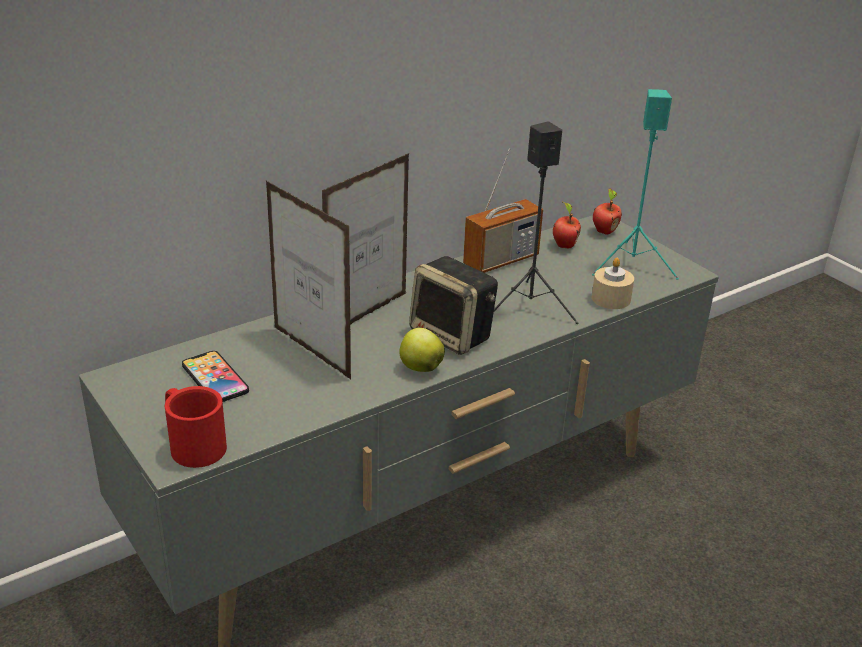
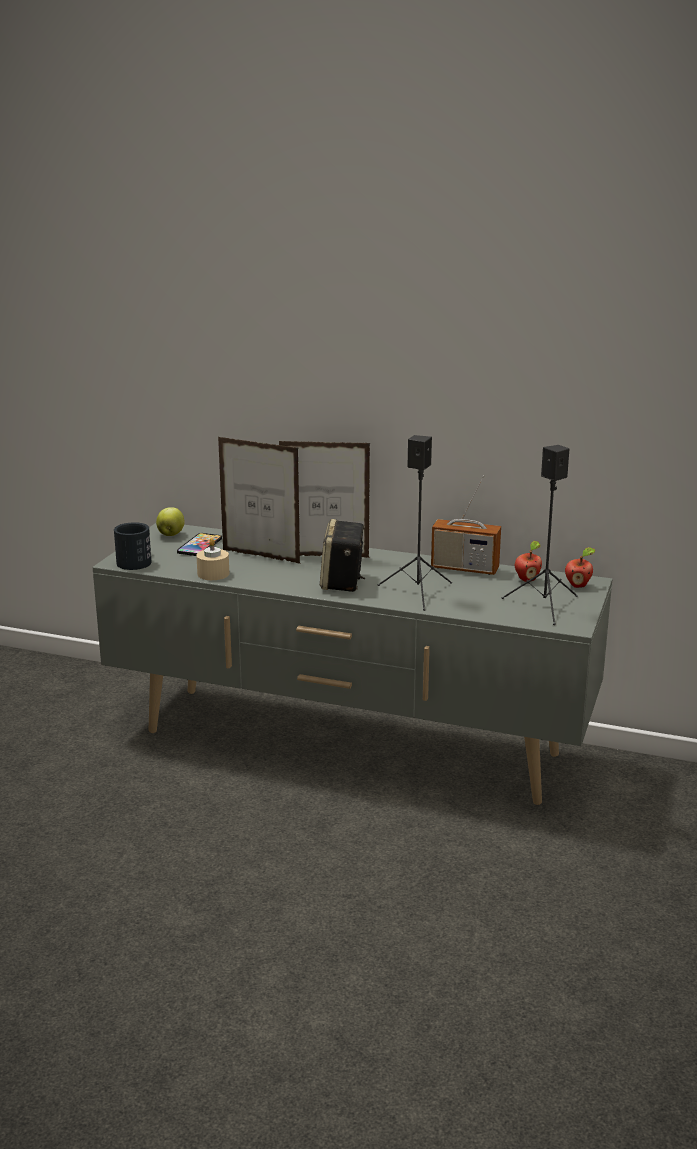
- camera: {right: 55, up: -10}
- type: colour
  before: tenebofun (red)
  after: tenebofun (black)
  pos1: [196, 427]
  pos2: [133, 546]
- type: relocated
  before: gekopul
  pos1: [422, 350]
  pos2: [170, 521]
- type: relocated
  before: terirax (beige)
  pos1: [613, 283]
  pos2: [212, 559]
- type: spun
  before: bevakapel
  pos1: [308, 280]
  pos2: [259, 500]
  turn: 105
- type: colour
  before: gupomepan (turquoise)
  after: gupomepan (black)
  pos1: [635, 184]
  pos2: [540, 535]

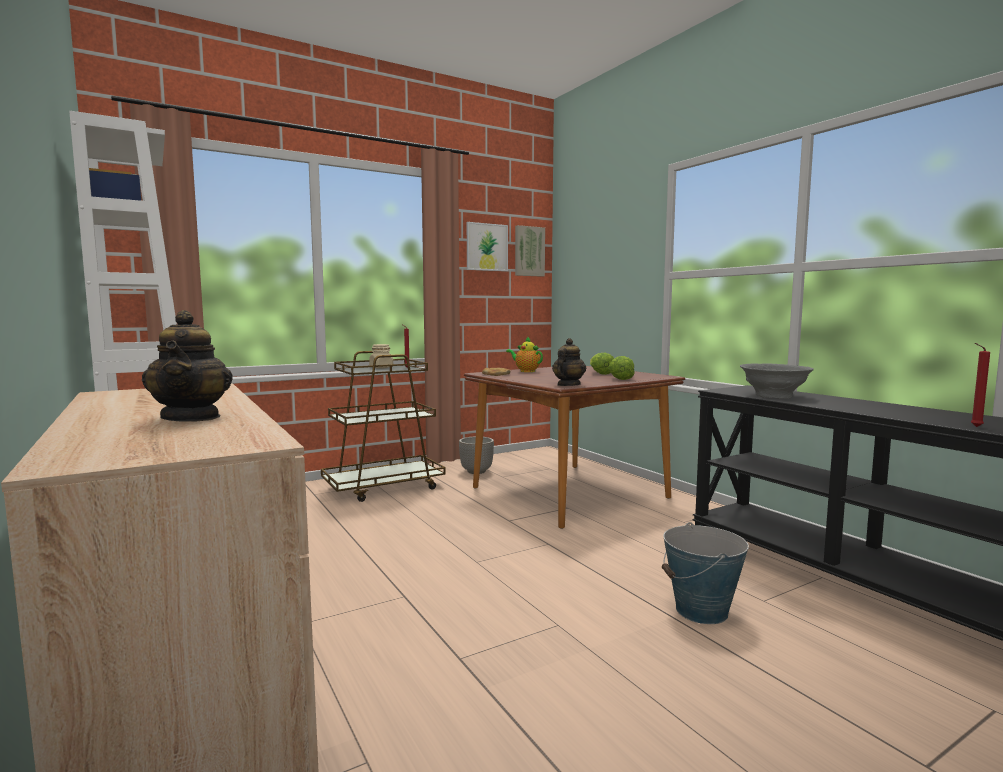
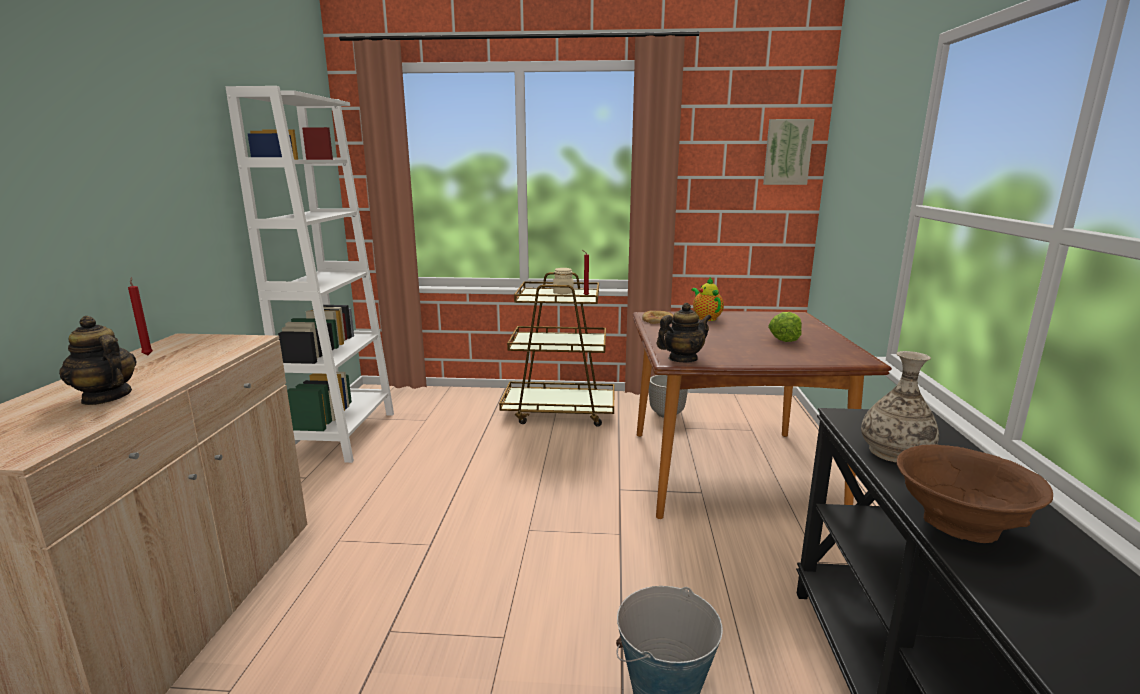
- camera: {right: 35, up: 10}
- type: spun
  before: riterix
  pos1: [187, 366]
  pos2: [97, 360]
  turn: 105
- type: relocated
  before: terirax (red)
  pos1: [980, 385]
  pos2: [140, 316]
- type: exchanged
  before: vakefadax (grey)
  after: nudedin
  pos1: [777, 381]
  pos2: [900, 407]
- type: appeared
  after: vakefadax (brown)
  pos2: [975, 493]
- type: missing
  before: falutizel
  pos1: [487, 246]
- type: missing
  before: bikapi
  pos1: [621, 368]

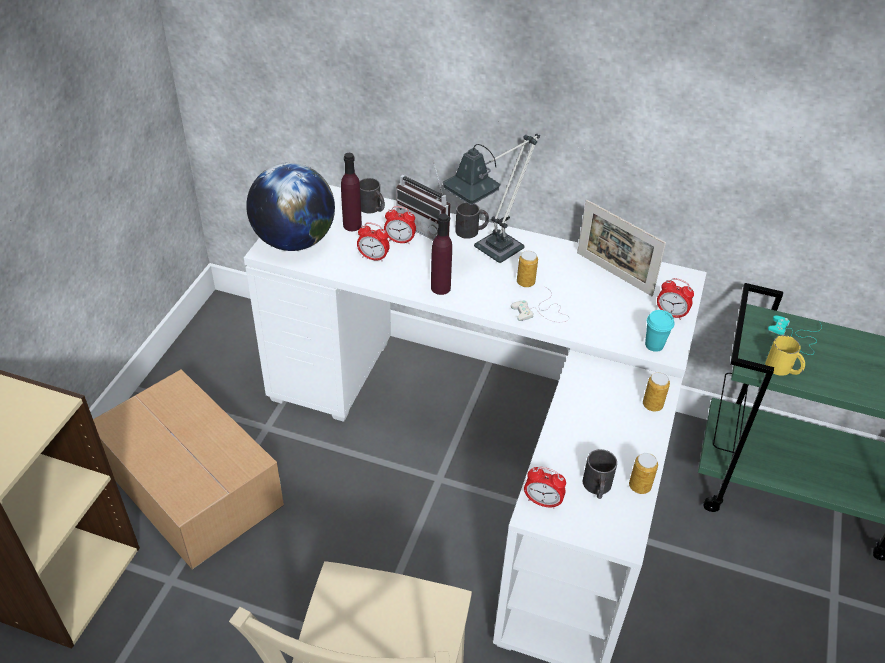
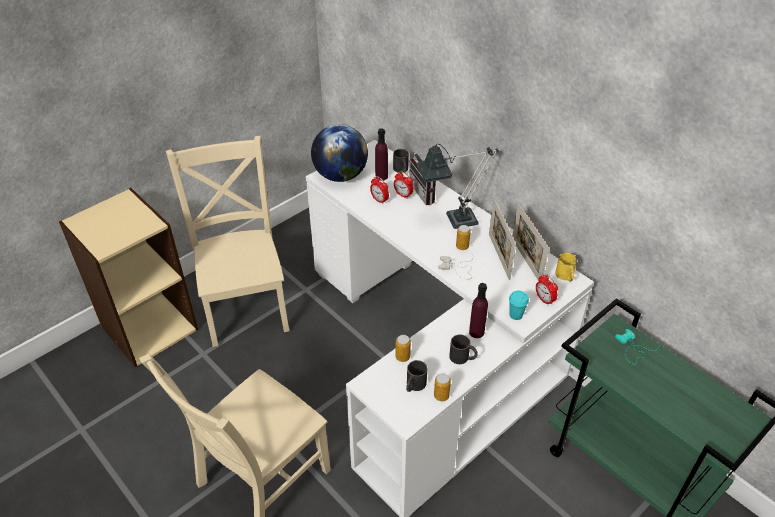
- camera: {right: 30, up: 0}
- type: exchanged
  before: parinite
  after: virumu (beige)
  pos1: [188, 469]
  pos2: [228, 241]
- type: relocated
  before: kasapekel
  pos1: [656, 392]
  pos2: [403, 348]
- type: relocated
  before: tenebofun (black)
  pos1: [472, 220]
  pos2: [463, 349]
- type: relocated
  before: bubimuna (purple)
  pos1: [441, 254]
  pos2: [478, 310]
- type: appeared
  after: bevakapel
  pos2: [502, 239]
- type: relocated
  before: tenebofun (yellow)
  pos1: [785, 355]
  pos2: [566, 267]
- type: missing
  before: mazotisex
  pos1: [545, 488]

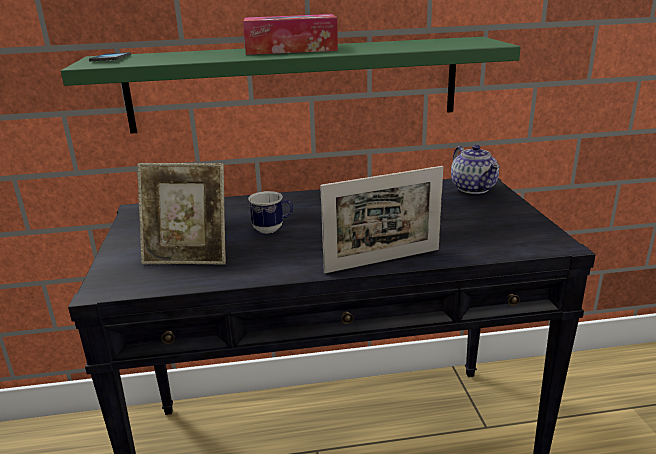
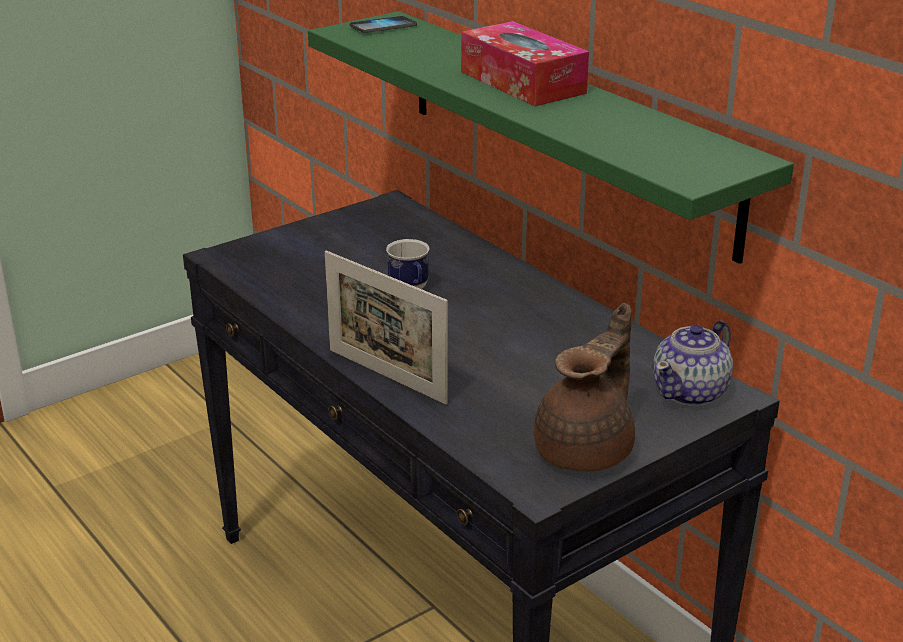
- camera: {right: 60, up: 5}
- type: appeared
  after: riterix (brown)
  pos2: [584, 387]
- type: missing
  before: bevakapel
  pos1: [181, 214]

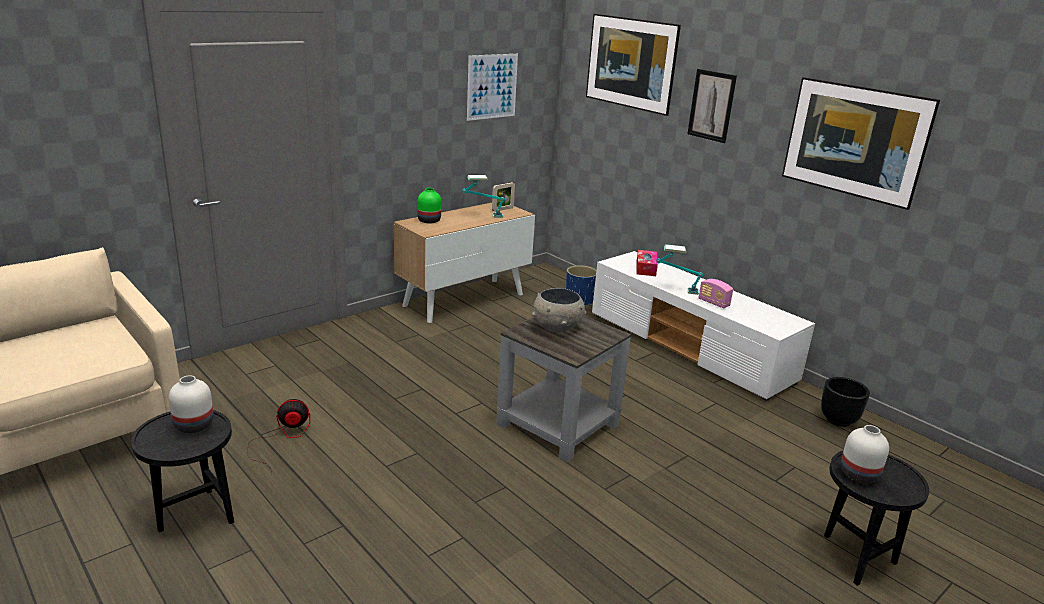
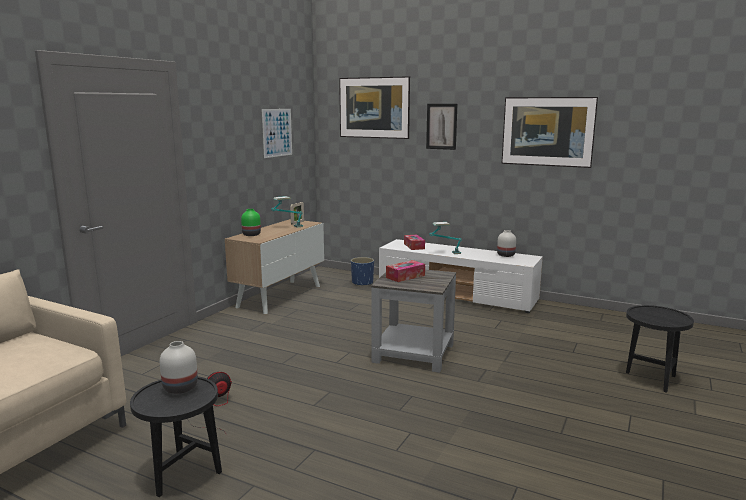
- camera: {right: -20, up: -10}
- type: exchanged
  before: vakefadax (grey)
  after: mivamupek
  pos1: [559, 310]
  pos2: [405, 271]
- type: relocated
  before: nudedin (white)
  pos1: [865, 454]
  pos2: [506, 243]
- type: missing
  before: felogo
  pos1: [715, 293]
- type: missing
  before: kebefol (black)
  pos1: [845, 402]

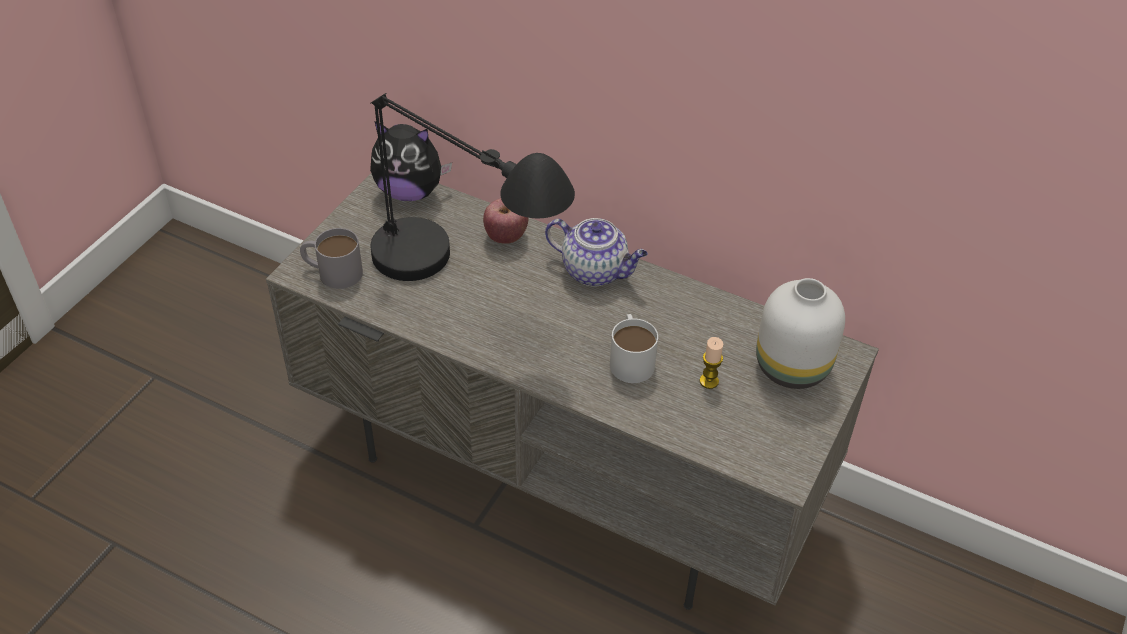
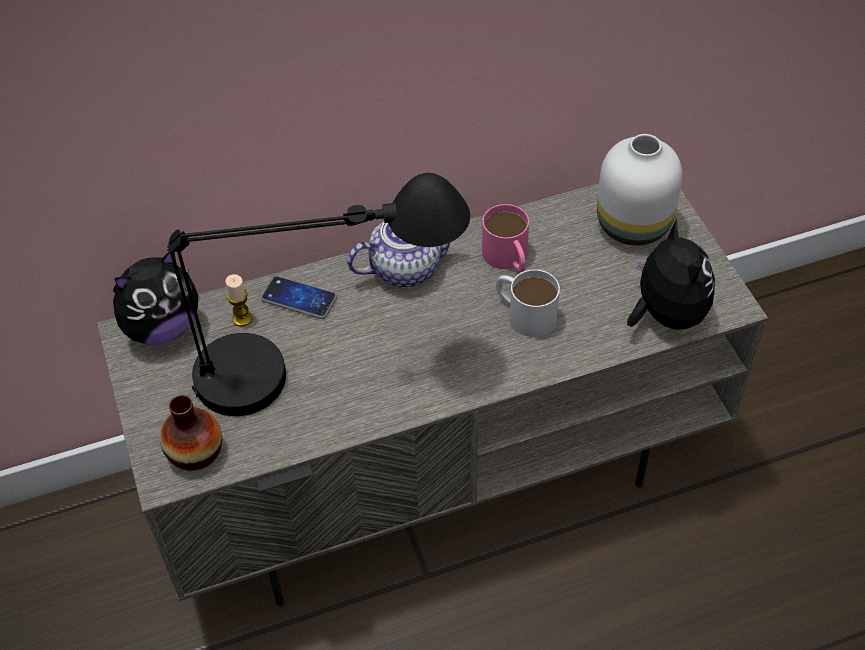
- camera: {right: -45, up: 5}
- type: exchanged
  before: tenebofun (grey)
  after: nudedin
  pos1: [331, 258]
  pos2: [191, 433]
- type: relocated
  before: terirax
  pos1: [711, 363]
  pos2: [239, 300]
- type: exchanged
  before: gekopul
  after: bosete
  pos1: [505, 221]
  pos2: [299, 297]
- type: appeared
  after: tenebofun (pink)
  pos2: [505, 238]
- type: appeared
  after: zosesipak
  pos2: [671, 274]

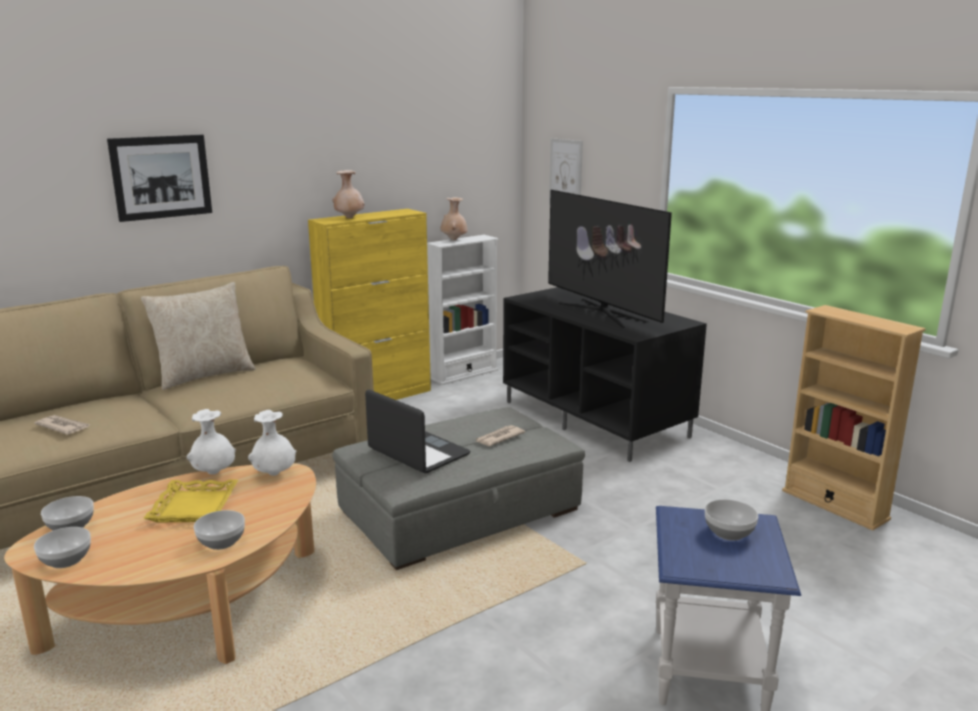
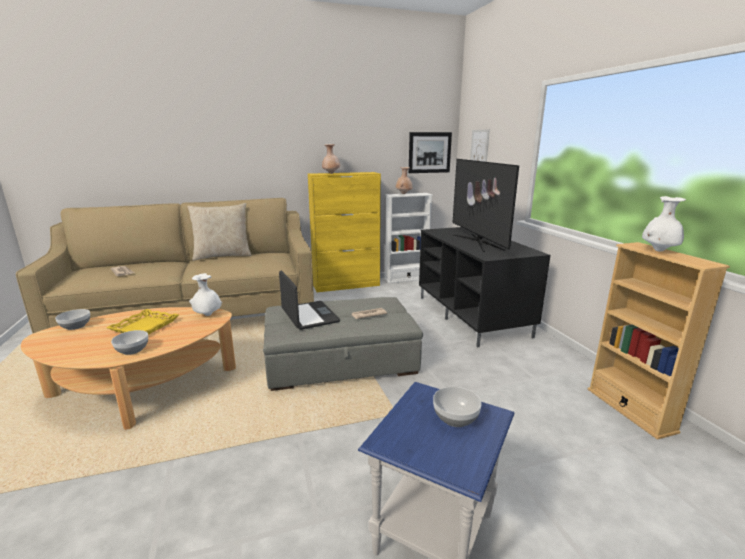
- camera: {right: 20, up: 0}
- type: relocated
  before: falutizel
  pos1: [159, 178]
  pos2: [430, 152]
- type: relocated
  before: nudedin (white)
  pos1: [211, 442]
  pos2: [664, 223]
- type: missing
  before: vakefadax
  pos1: [62, 547]

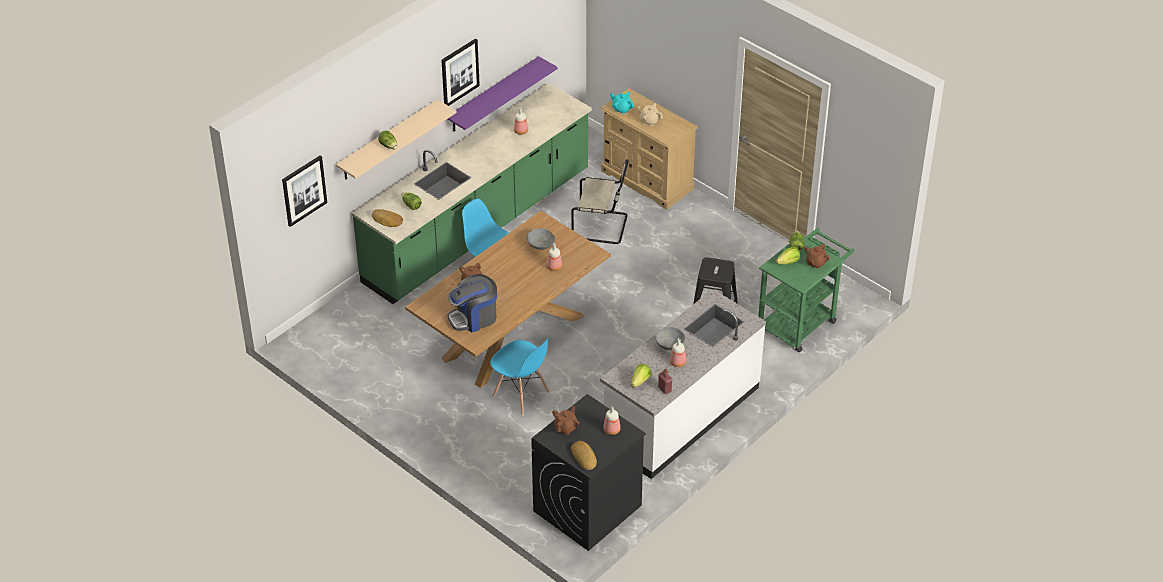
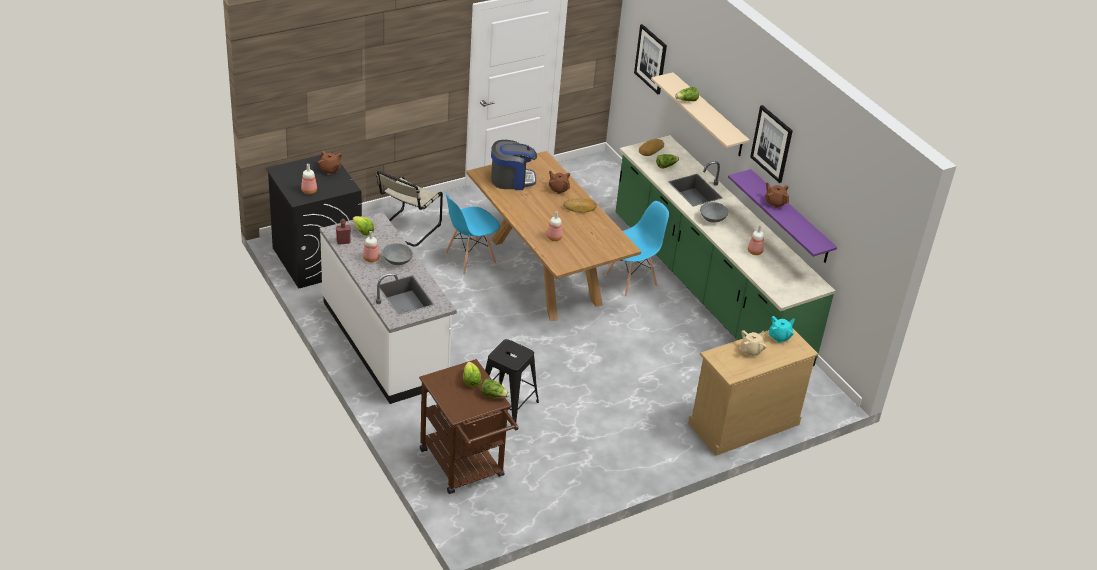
- camera: {right: 105, up: -5}
- type: relocated
  before: virumu (beige)
  pos1: [600, 201]
  pos2: [409, 209]
- type: colour
  before: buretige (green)
  after: buretige (brown)
  pos1: [806, 290]
  pos2: [468, 426]
- type: spun
  before: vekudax
  pos1: [472, 303]
  pos2: [514, 165]
  turn: 90
- type: relocated
  before: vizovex
  pos1: [584, 455]
  pos2: [580, 205]
- type: relocated
  before: vakefadax (grey)
  pos1: [541, 239]
  pos2: [714, 212]
- type: relocated
  before: riterix (brown)
  pos1: [817, 256]
  pos2: [777, 195]

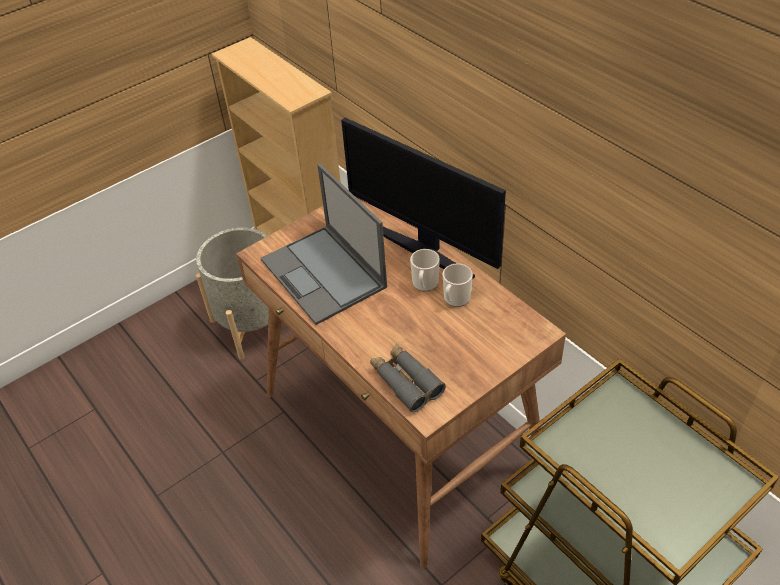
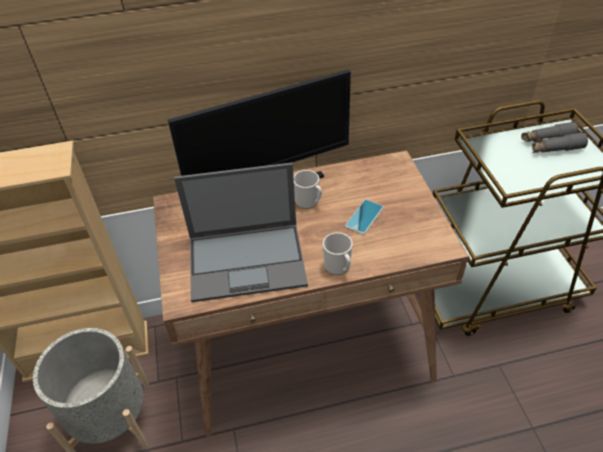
- camera: {right: -65, up: 0}
- type: relocated
  before: tenebofun
  pos1: [458, 285]
  pos2: [338, 253]
- type: appeared
  after: bosete
  pos2: [364, 216]
- type: relocated
  before: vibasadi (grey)
  pos1: [407, 378]
  pos2: [554, 137]

